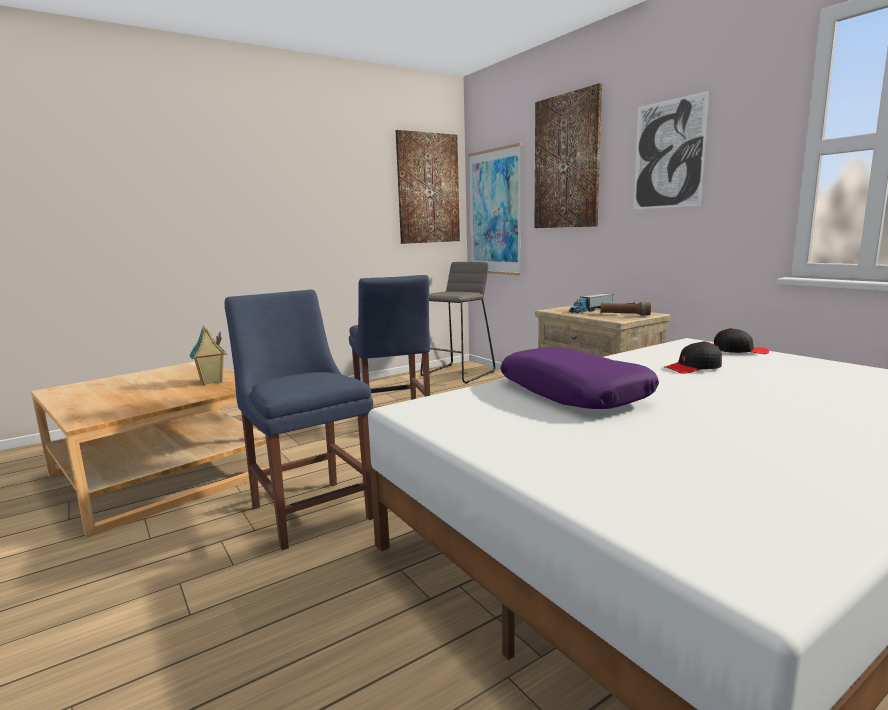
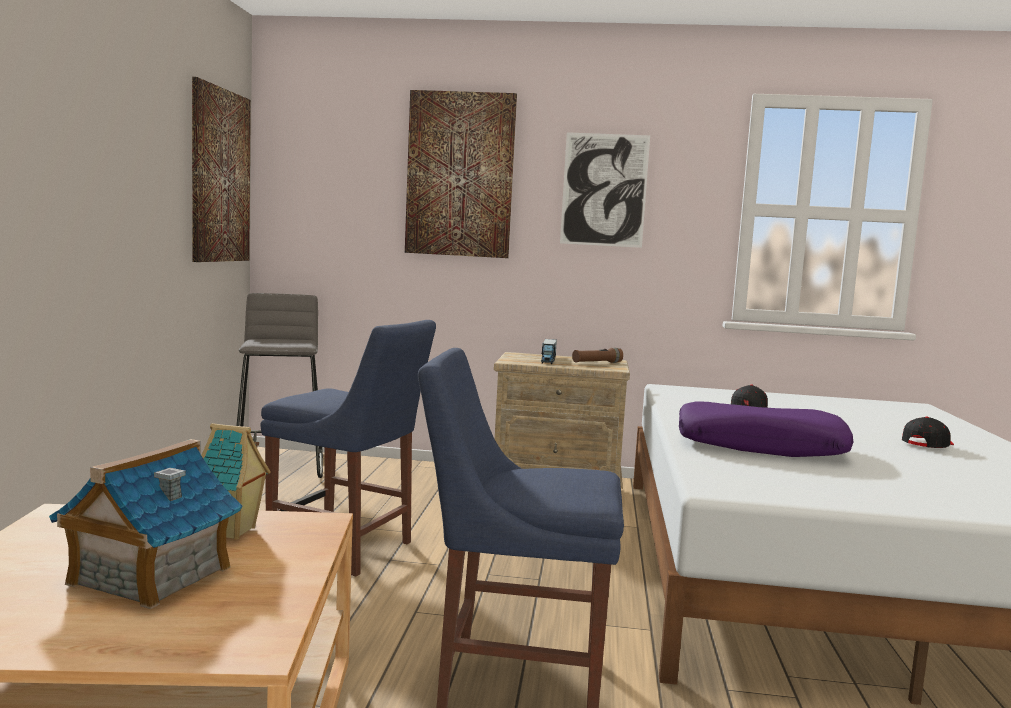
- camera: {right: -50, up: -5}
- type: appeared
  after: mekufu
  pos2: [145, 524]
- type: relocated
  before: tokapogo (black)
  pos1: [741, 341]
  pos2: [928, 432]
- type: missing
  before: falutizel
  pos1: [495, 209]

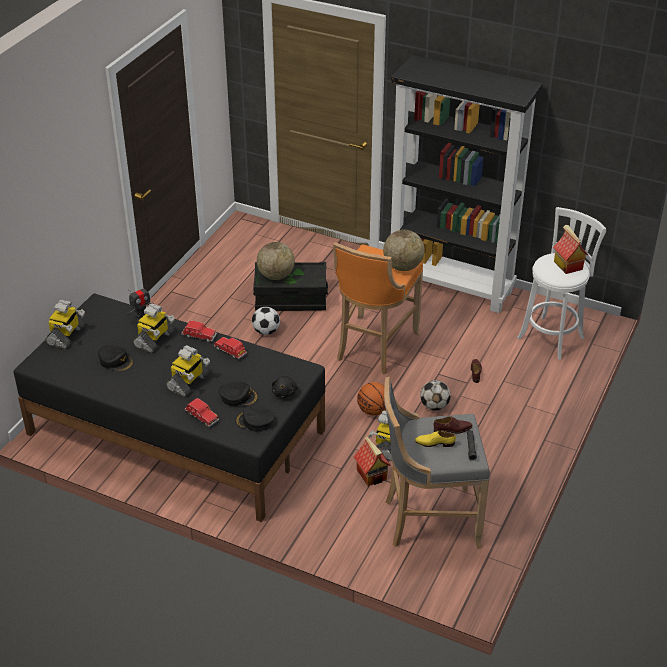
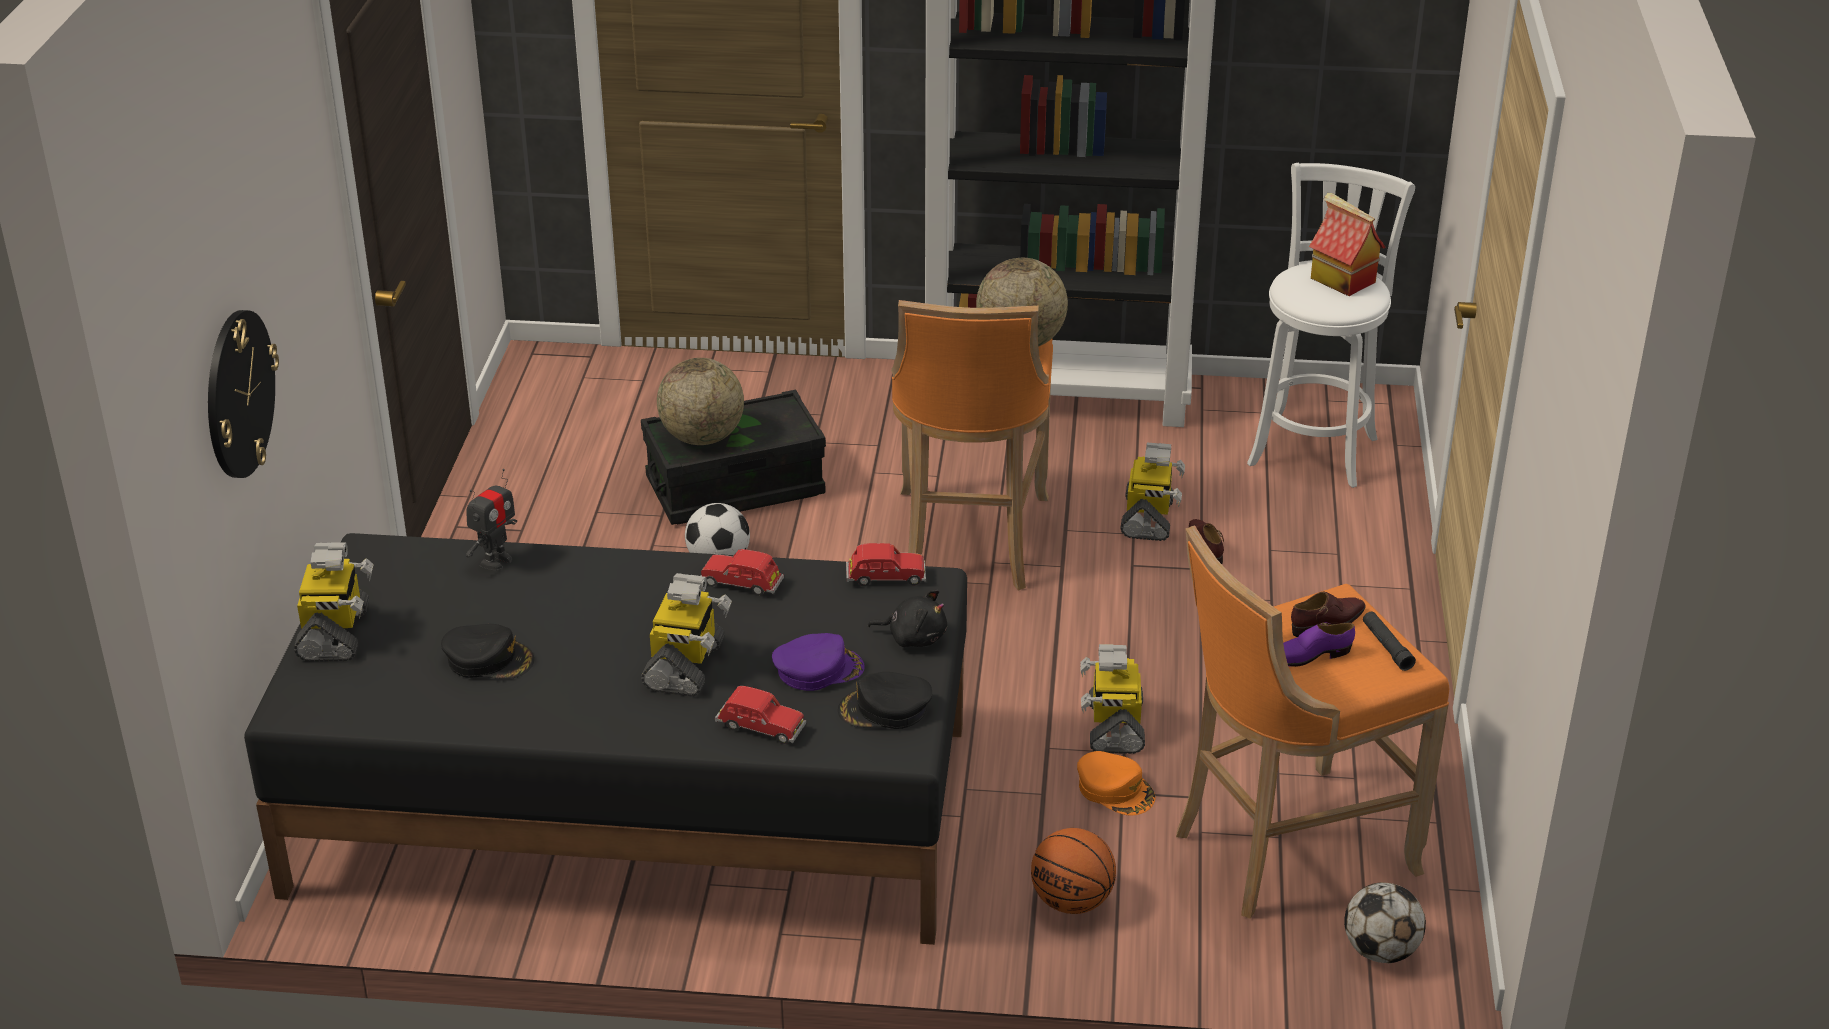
- camera: {right: -20, up: -5}
- type: appeared
  after: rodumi
  pos2: [243, 394]
- type: colour
  before: tokapogo (black)
  after: tokapogo (purple)
  pos1: [239, 394]
  pos2: [818, 662]
- type: relocated
  before: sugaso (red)
  pos1: [199, 331]
  pos2: [886, 564]
- type: spun
  before: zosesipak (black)
  pos1: [285, 387]
  pos2: [907, 618]
  turn: -60
- type: relocated
  before: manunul
  pos1: [371, 399]
  pos2: [1073, 871]
- type: exchanged
  before: mekufu
  after: tokapogo (orange)
  pos1: [372, 461]
  pos2: [1116, 783]
- type: relocated
  before: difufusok
  pos1: [154, 328]
  pos2: [1152, 491]
- type: colour
  before: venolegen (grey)
  after: venolegen (orange)
  pos1: [437, 462]
  pos2: [1312, 722]
- type: colour
  before: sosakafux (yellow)
  after: sosakafux (purple)
  pos1: [435, 439]
  pos2: [1319, 645]
- type: relocated
  before: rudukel
  pos1: [435, 395]
  pos2: [1385, 922]

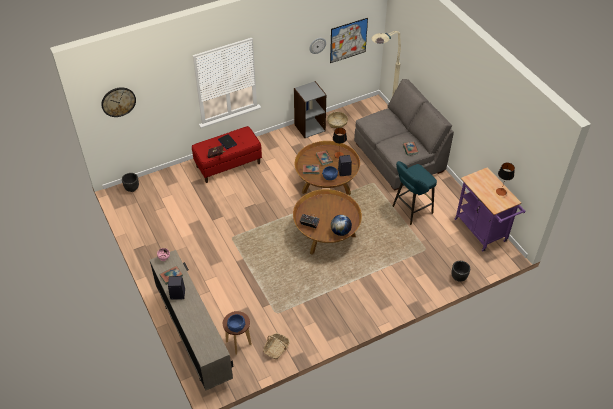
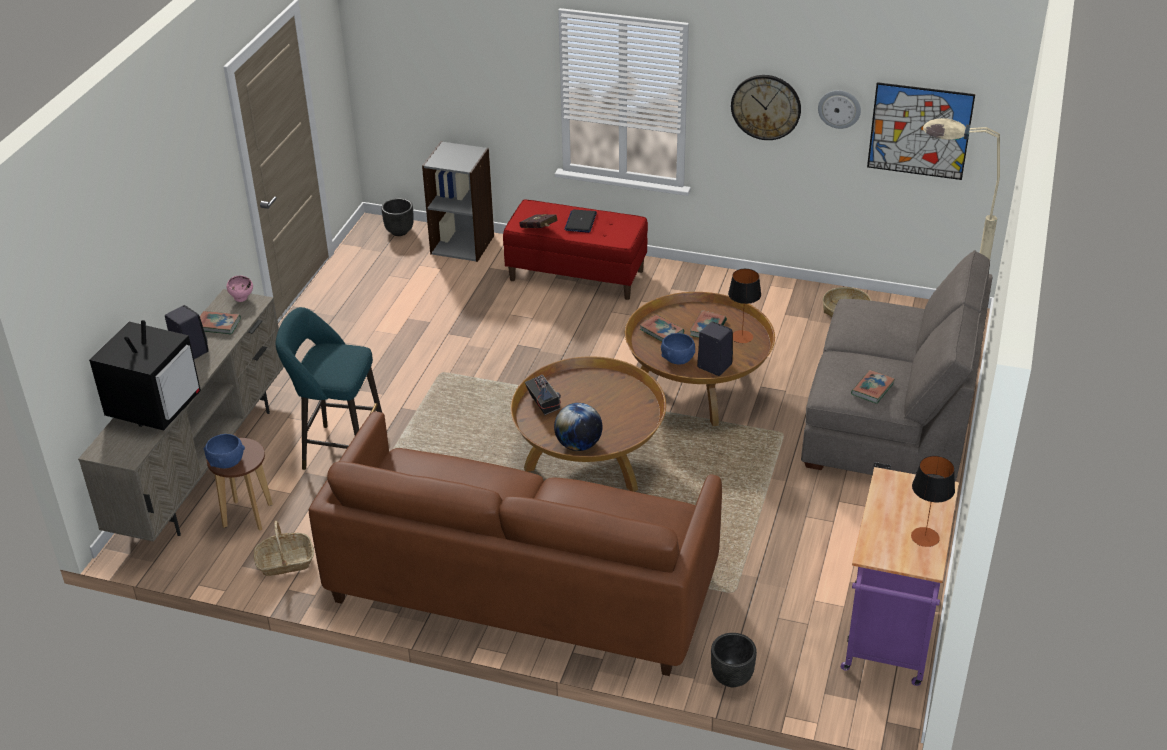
- camera: {right: 45, up: -10}
- type: appeared
  after: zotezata
  pos2: [145, 375]
- type: relocated
  before: venolegen (turquoise)
  pos1: [414, 193]
  pos2: [329, 388]
- type: appeared
  after: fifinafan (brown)
  pos2: [515, 543]
- type: relocated
  before: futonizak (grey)
  pos1: [310, 109]
  pos2: [458, 201]
- type: relocated
  before: rodumi
  pos1: [118, 102]
  pos2: [766, 107]

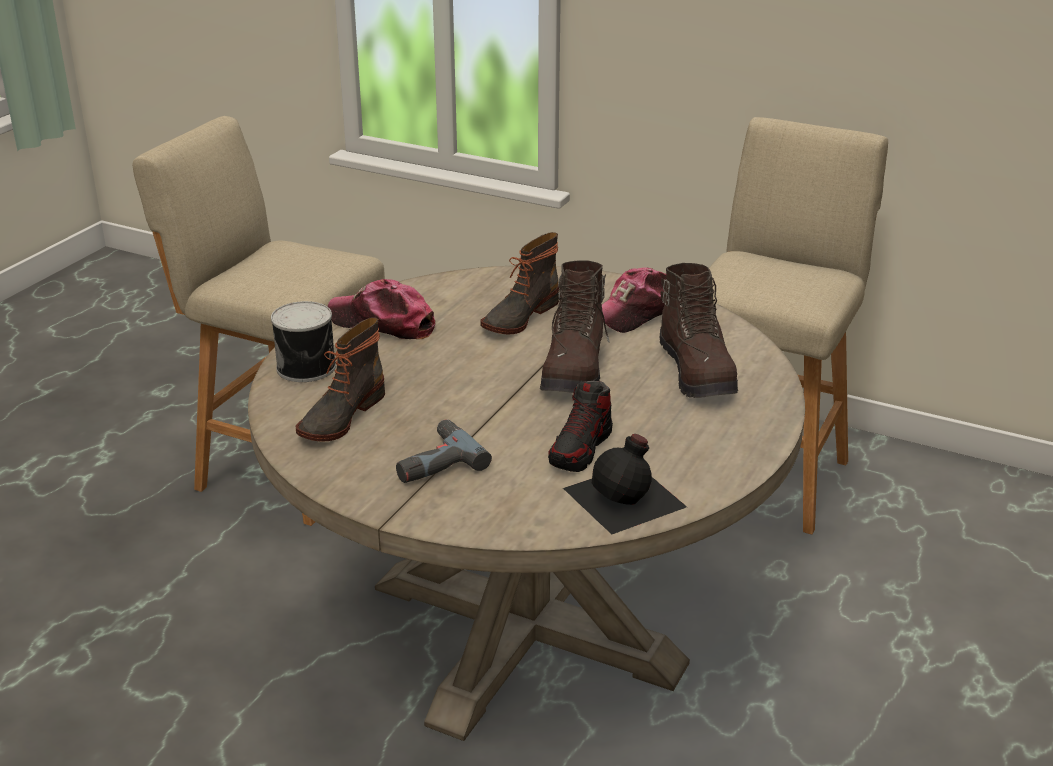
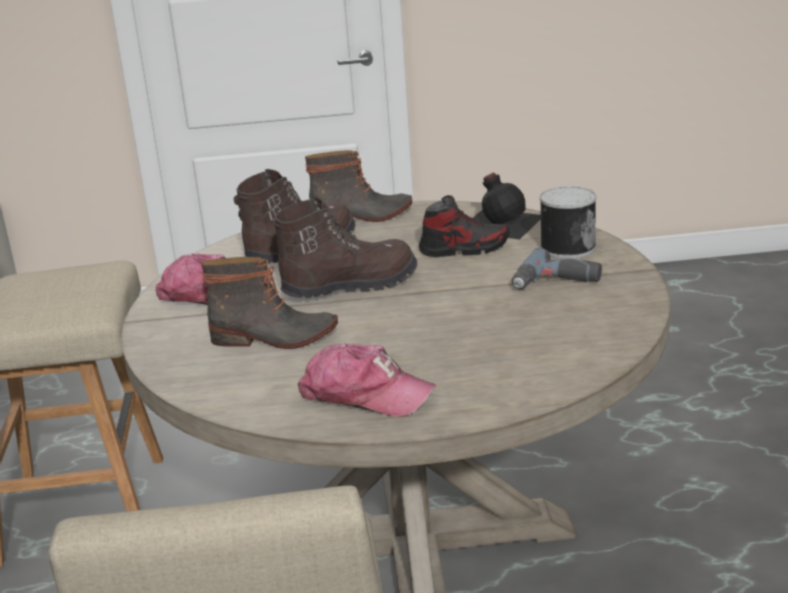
- camera: {right: -120, up: -5}
- type: spun
  before: tokapogo
  pos1: [381, 309]
  pos2: [367, 380]
  turn: -60
- type: relocated
  before: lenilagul
  pos1: [340, 380]
  pos2: [358, 186]
- type: relocated
  before: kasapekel
  pos1: [303, 341]
  pos2: [568, 222]

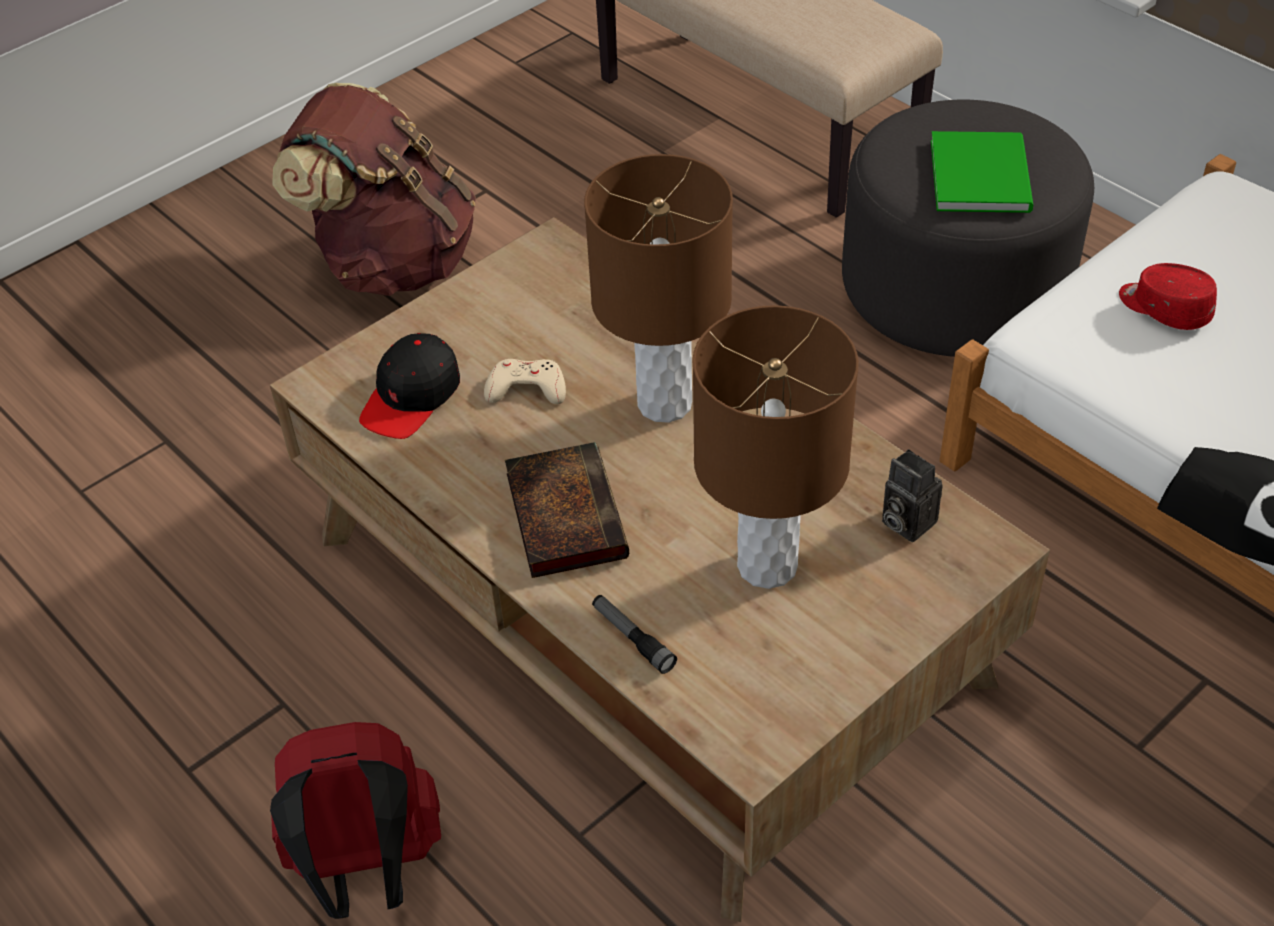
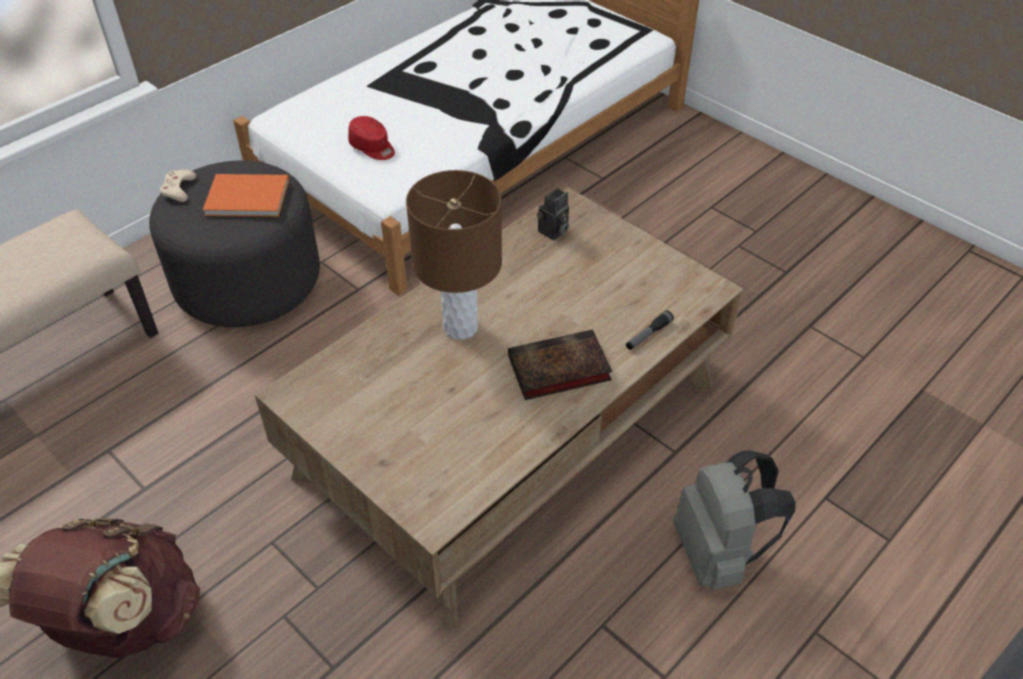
- camera: {right: -95, up: 0}
- type: relocated
  before: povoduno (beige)
  pos1: [525, 381]
  pos2: [178, 186]
- type: colour
  before: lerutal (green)
  after: lerutal (orange)
  pos1: [982, 172]
  pos2: [246, 195]
- type: spun
  before: tokapogo (red)
  pos1: [1168, 296]
  pos2: [371, 138]
  turn: -90
- type: colour
  before: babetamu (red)
  after: babetamu (grey)
  pos1: [355, 820]
  pos2: [734, 520]
- type: missing
  before: tokapogo (black)
  pos1: [409, 386]
- type: missing
  before: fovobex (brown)
  pos1: [775, 447]

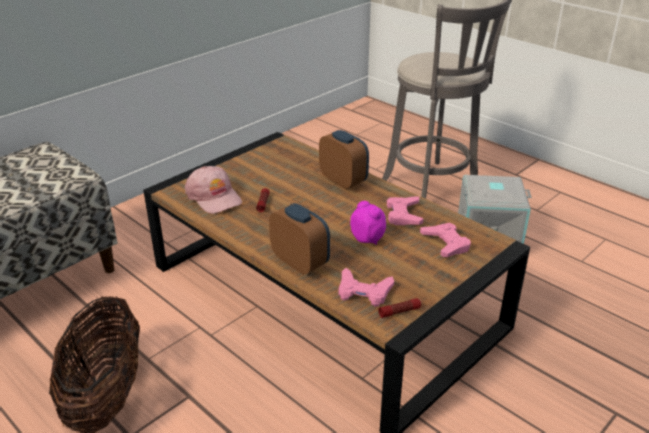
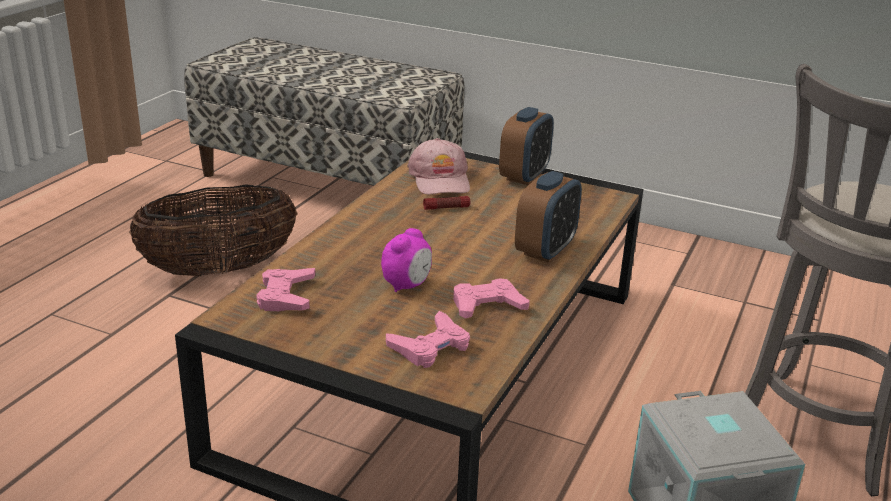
- camera: {right: 70, up: -5}
- type: spun
  before: tokapogo (pink)
  pos1: [213, 190]
  pos2: [438, 166]
  turn: -45
- type: relocated
  before: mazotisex
  pos1: [299, 239]
  pos2: [526, 146]
- type: missing
  before: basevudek
  pos1: [399, 308]

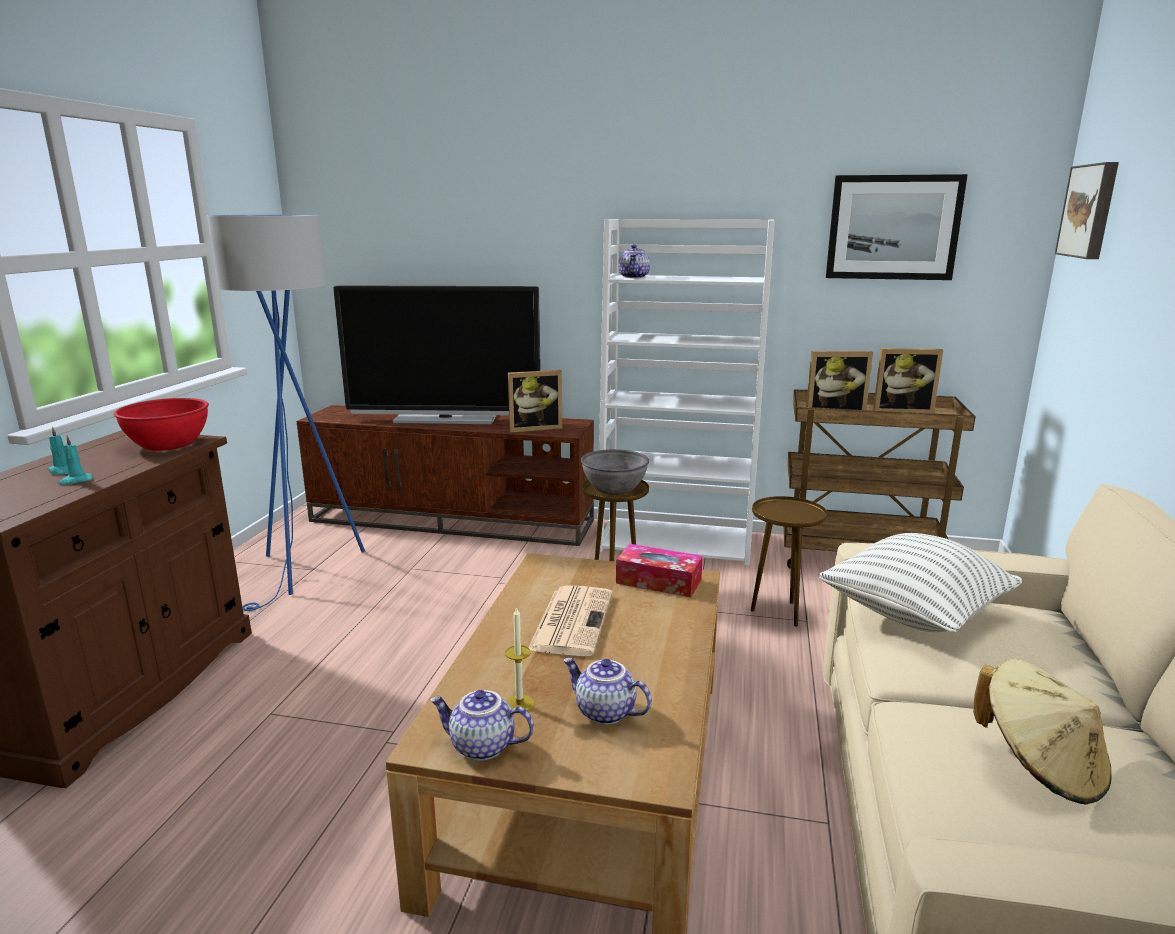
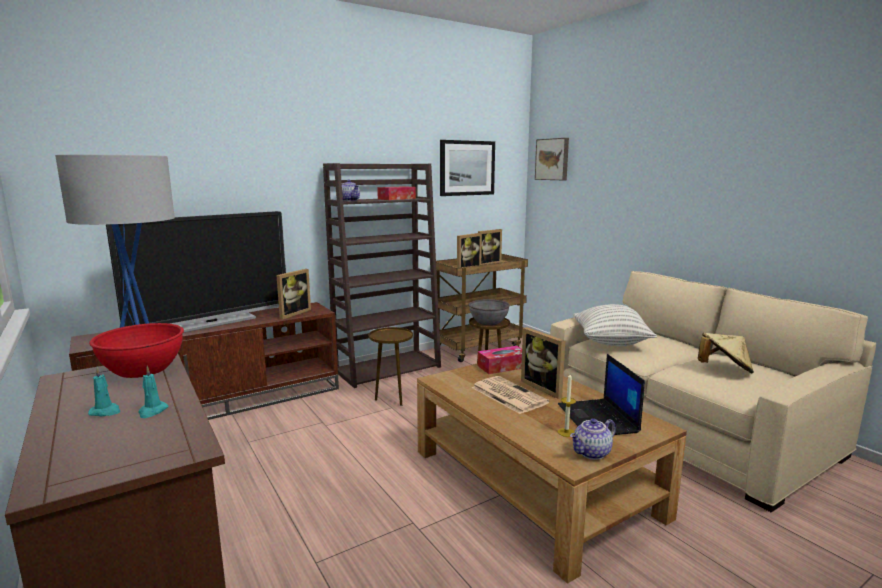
- camera: {right: -45, up: -5}
- type: colour
  before: futonizak (white)
  after: futonizak (brown)
  pos1: [686, 392]
  pos2: [382, 275]
- type: appeared
  after: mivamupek
  pos2: [396, 193]
- type: relocated
  before: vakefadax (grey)
  pos1: [615, 472]
  pos2: [489, 312]
- type: appeared
  after: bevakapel
  pos2: [543, 363]
- type: exchanged
  before: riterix
  after: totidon
  pos1: [607, 691]
  pos2: [601, 394]

